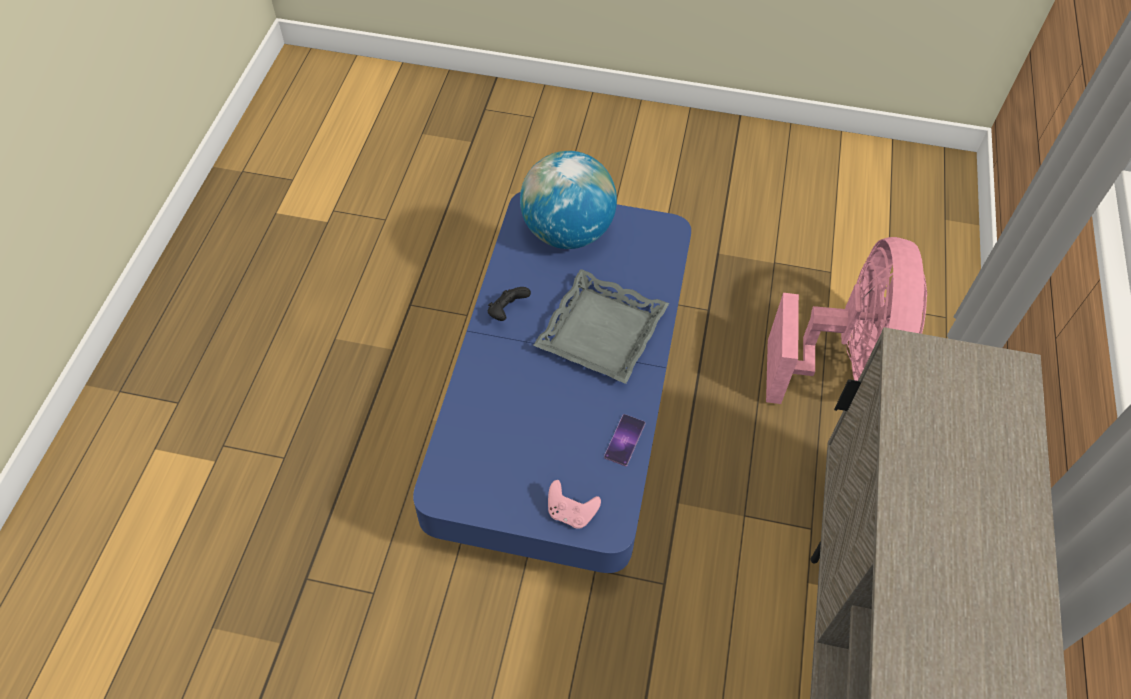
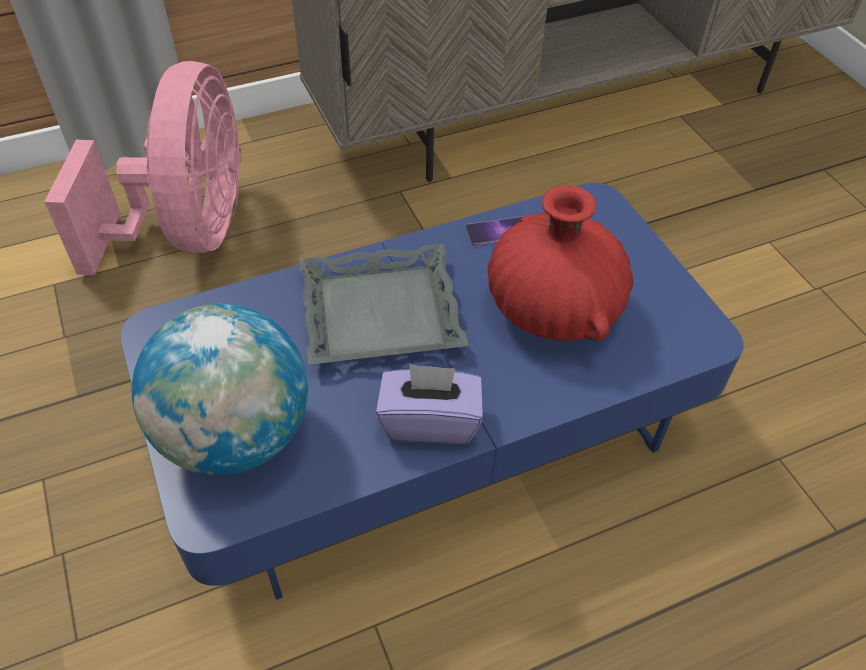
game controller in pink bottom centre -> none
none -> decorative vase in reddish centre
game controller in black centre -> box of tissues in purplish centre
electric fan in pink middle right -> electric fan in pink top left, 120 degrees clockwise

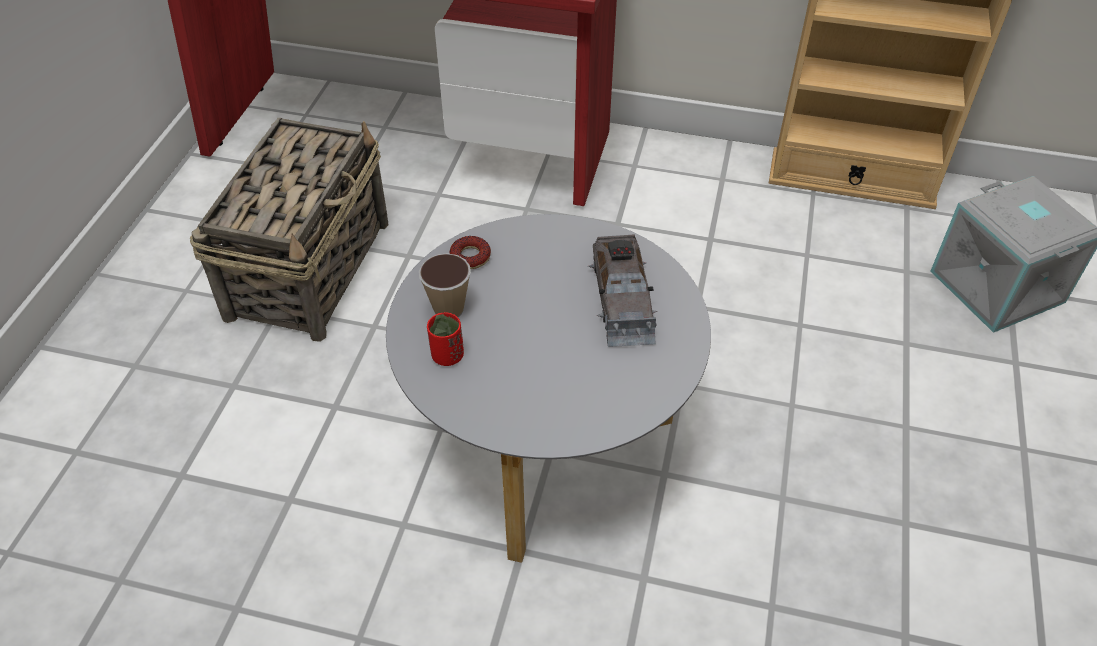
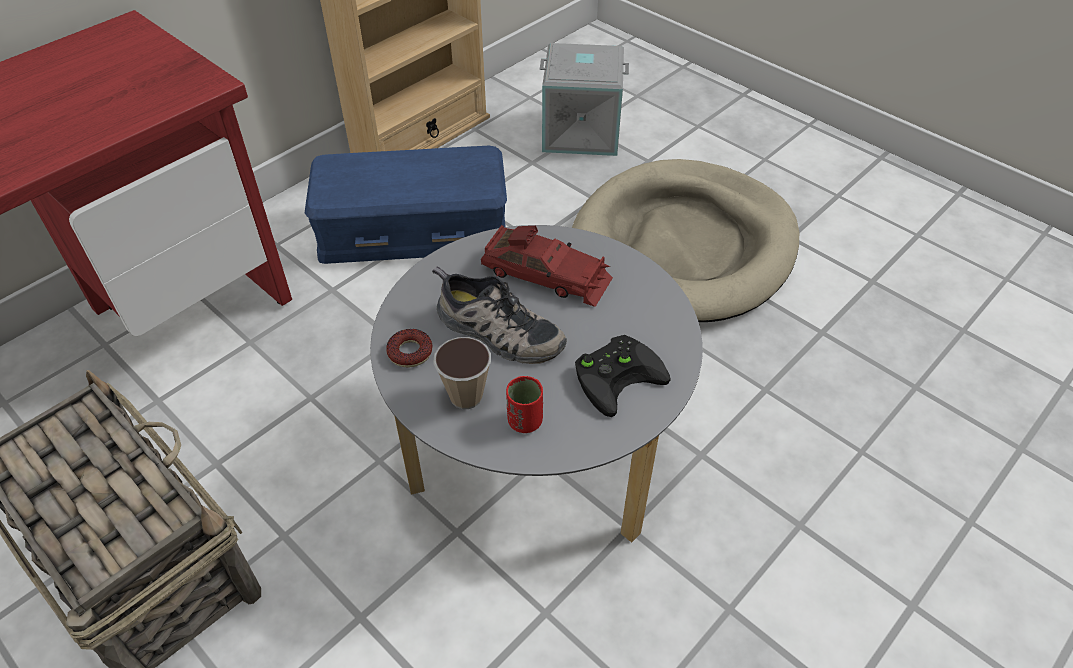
none -> storage container in bluish top centre
none -> shoe centre
none -> dog bed in beige centre
none -> game controller in black centre
miniature car in gray centre -> miniature car in reddish centre

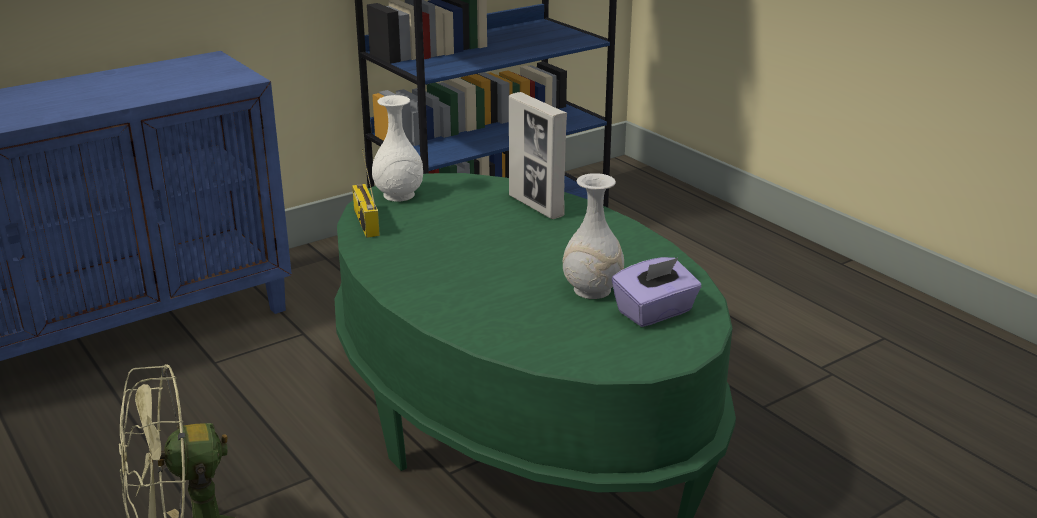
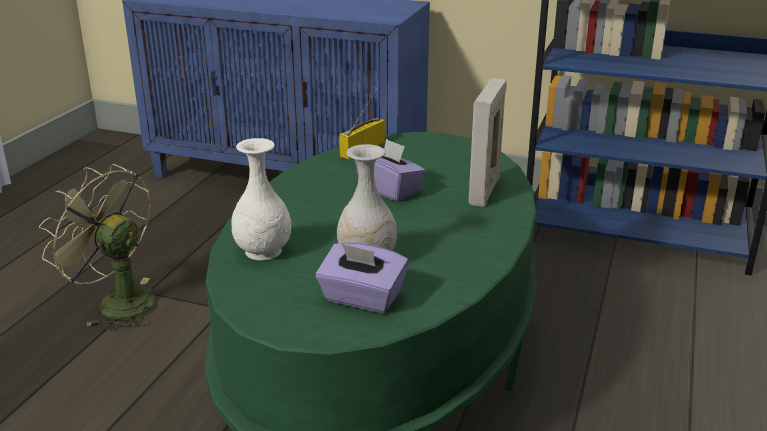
none -> box of tissues in purplish (2nd from left) centre
decorative vase in white (1st from left) top centre -> decorative vase in white (1st from left) centre, move

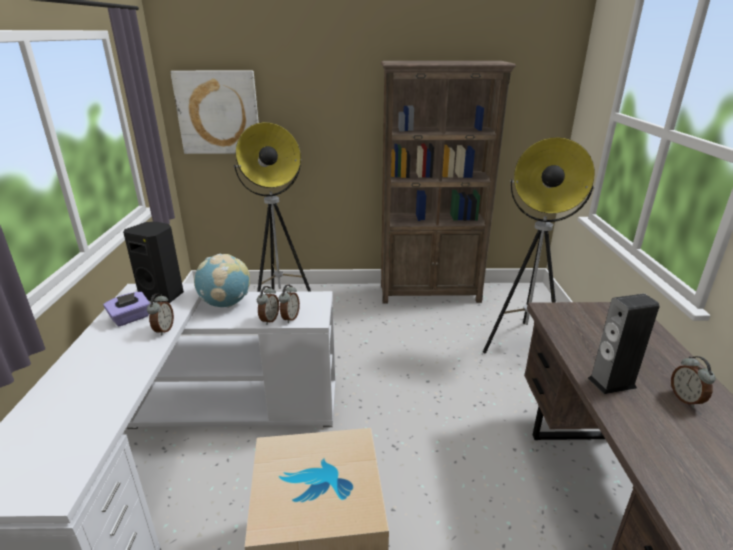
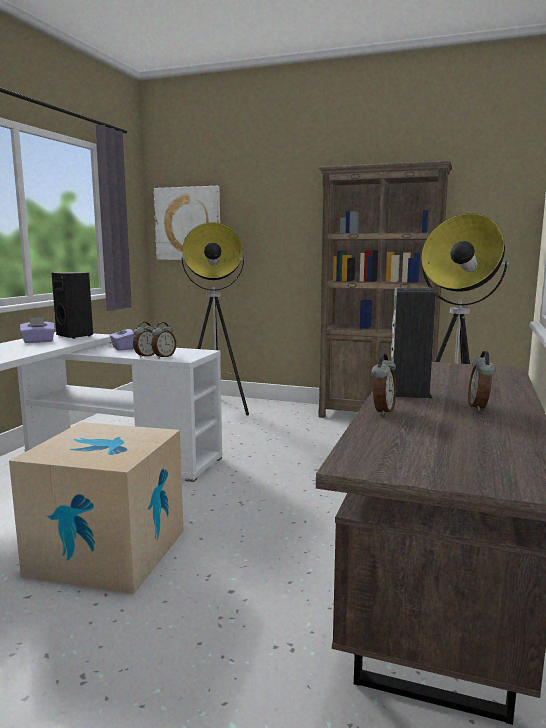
alarm clock (1st from left in the first image) middle left -> alarm clock (3rd from left) middle right, move
globe middle left -> box of tissues in purplish (2nd from left) middle left

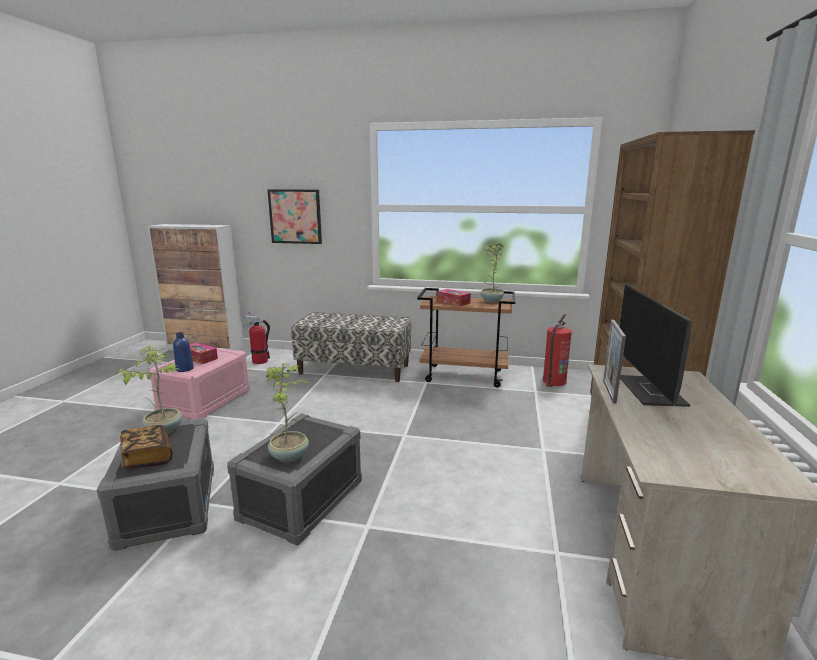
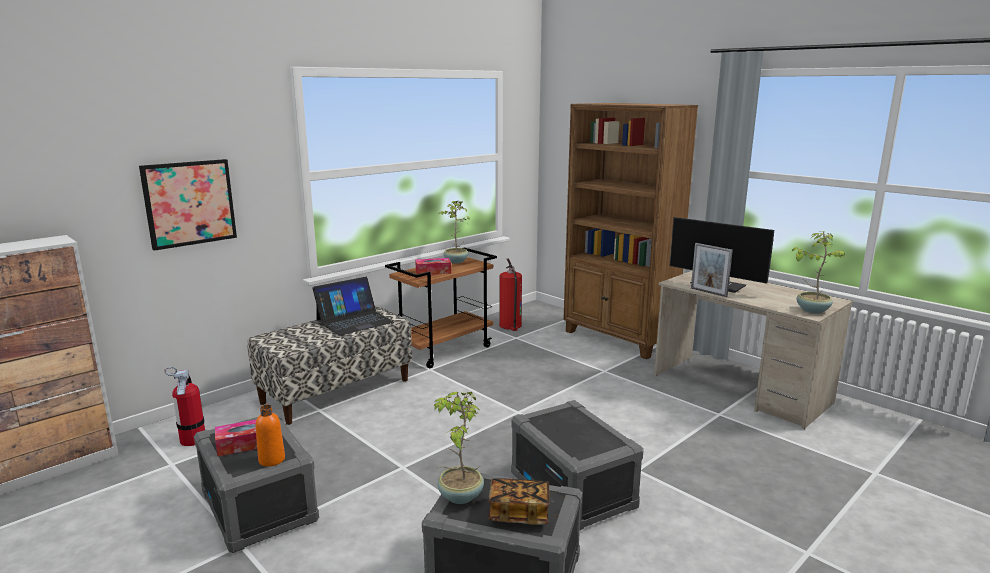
none -> notebook computer centre
potted plant (2nd from left in the first image) centre -> potted plant (3rd from left) middle right, move
storage container in pink middle left -> storage container in gray (1st from left) bottom left
beverage bottle in bluish middle left -> beverage bottle in orangey bottom left

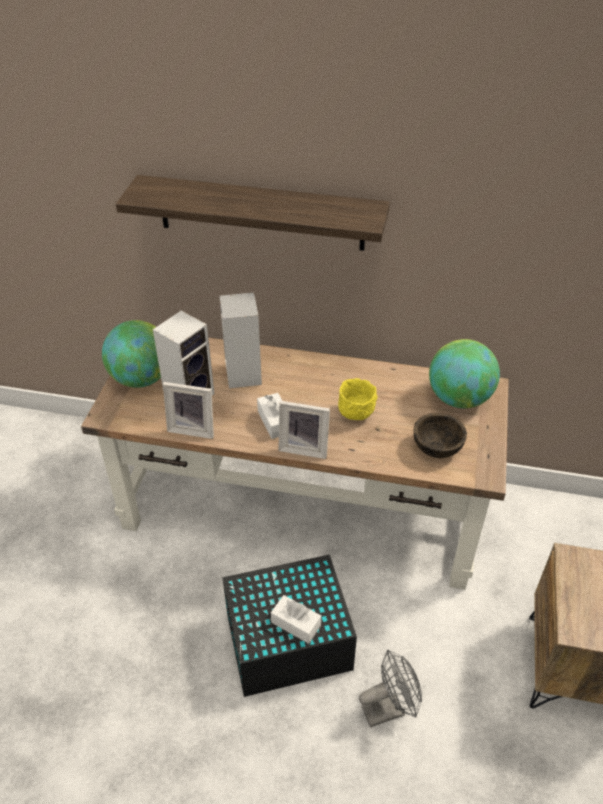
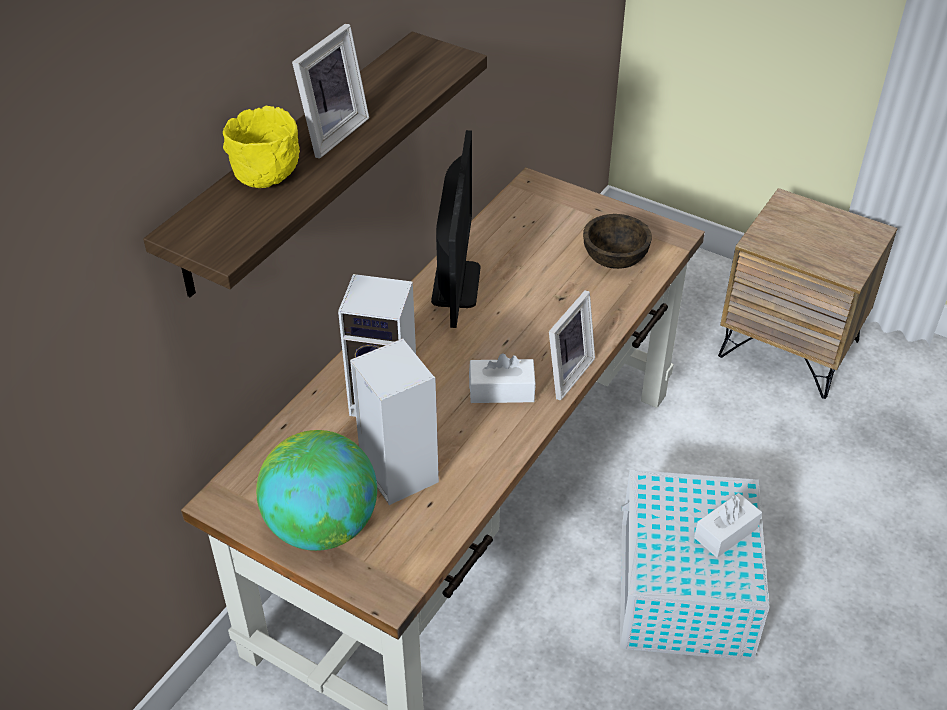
electric fan in gray bottom centre -> none
globe (2nd from left) middle right -> none
none -> computer screen top centre
standing frame (1st from left) middle left -> standing frame (1st from left) top centre, move
bowl in yellow centre -> bowl in yellow top left, move
storage container in black bottom centre -> storage container in white bottom right

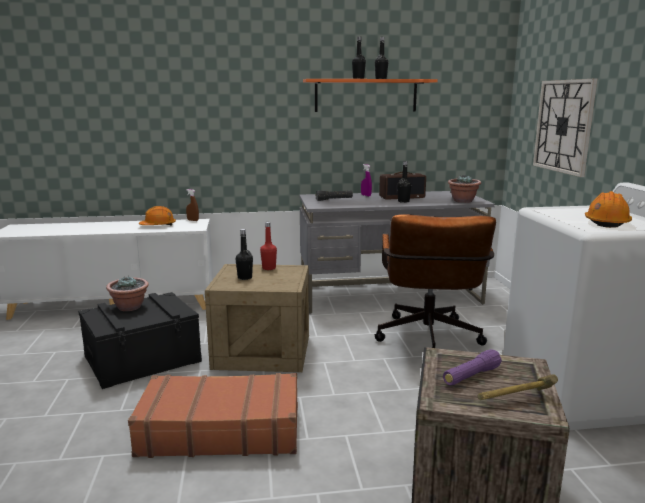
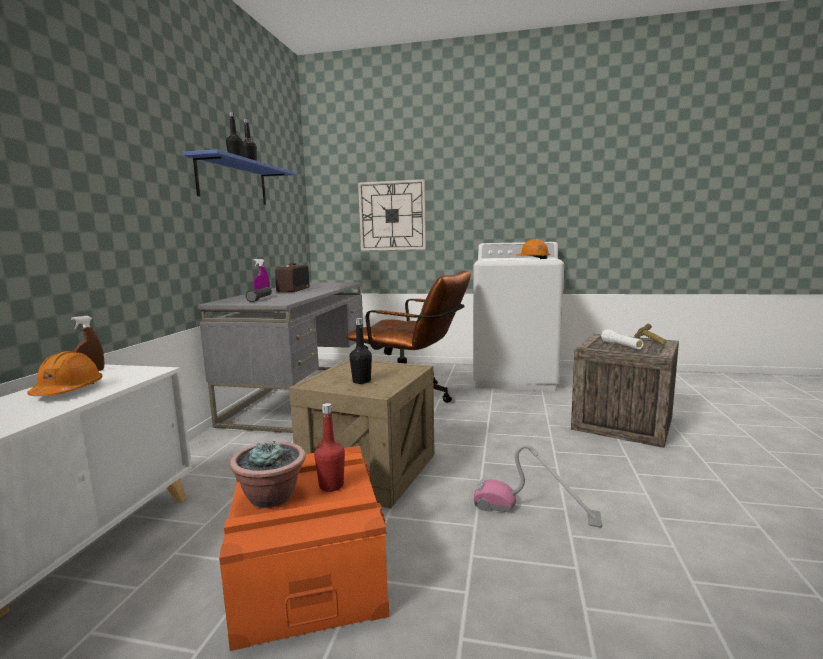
beverage bottle in black (4th from left) centre -> none
potted plant (2nd from left) middle right -> none
beverage bottle in reddish centre -> beverage bottle in reddish bottom centre, move
suitcase in brownish bottom left -> vacuum bottom centre
storage container in black bottom left -> storage container in orangey bottom centre
wall shelf in orangey top centre -> wall shelf in bluish top left
flashlight in purplish bottom right -> flashlight in white middle right

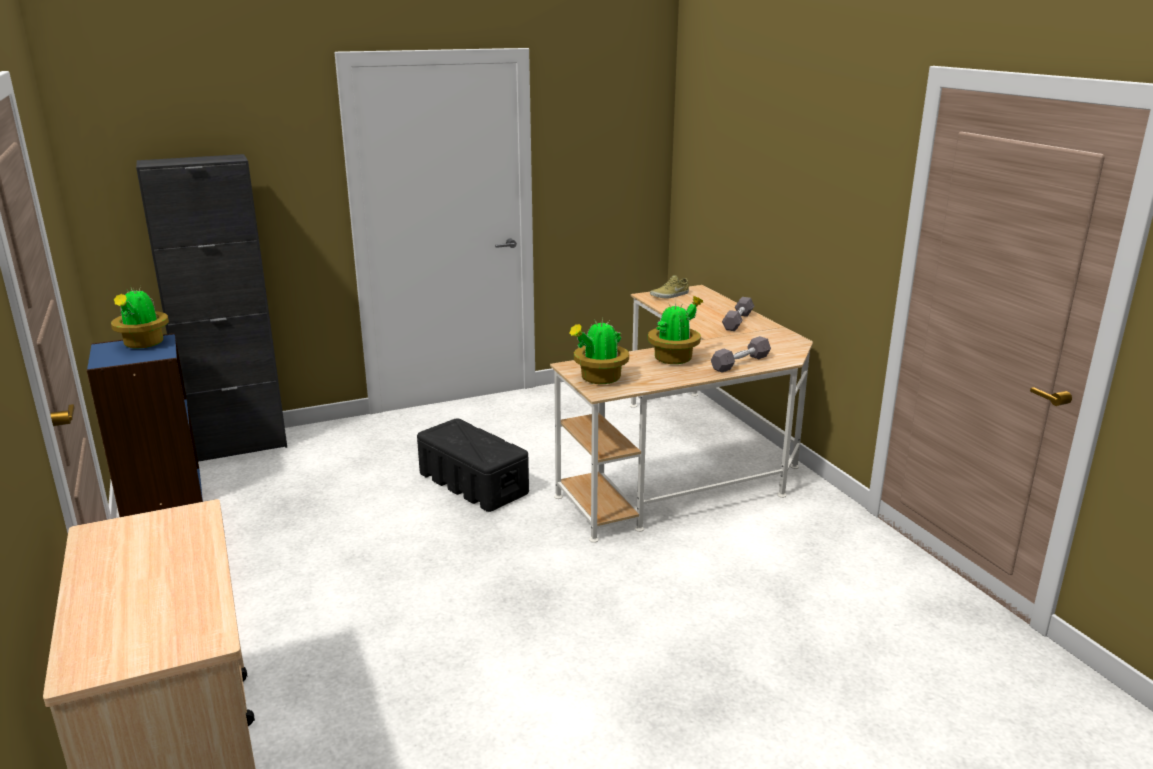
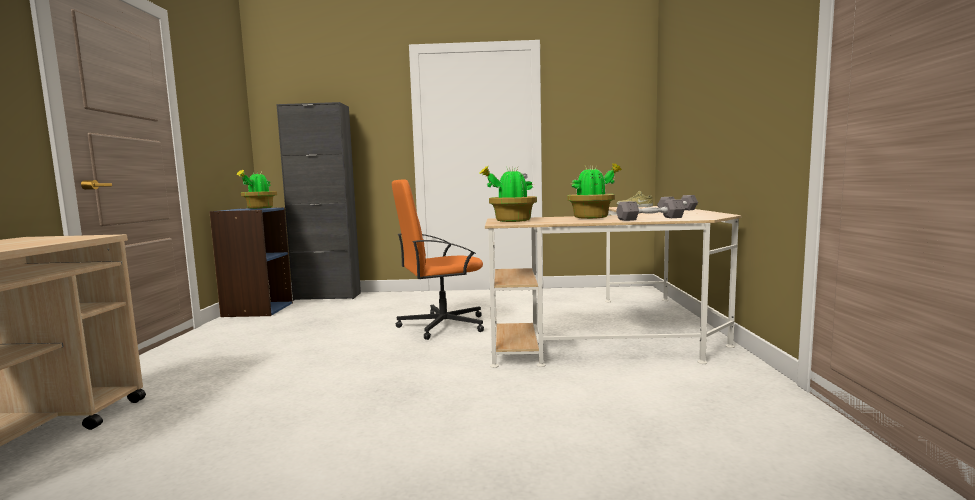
storage container in black centre -> desk chair in orangey centre

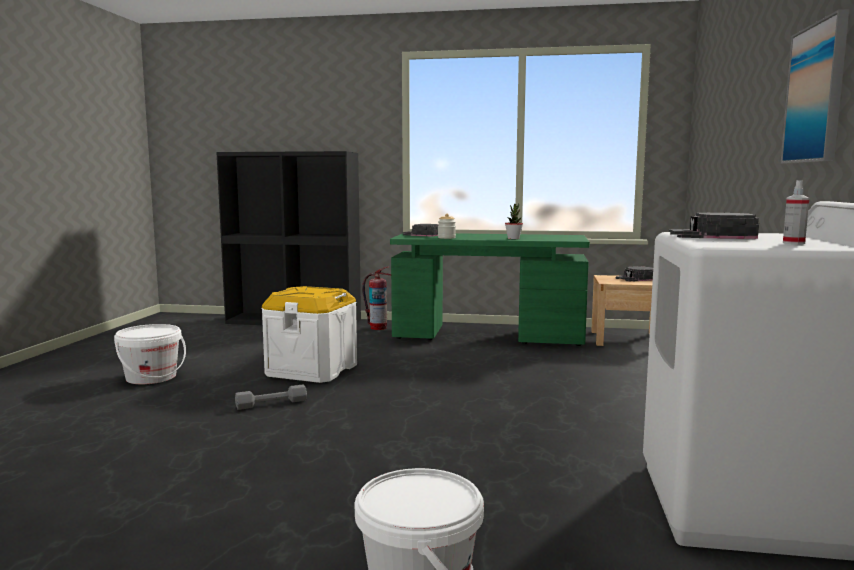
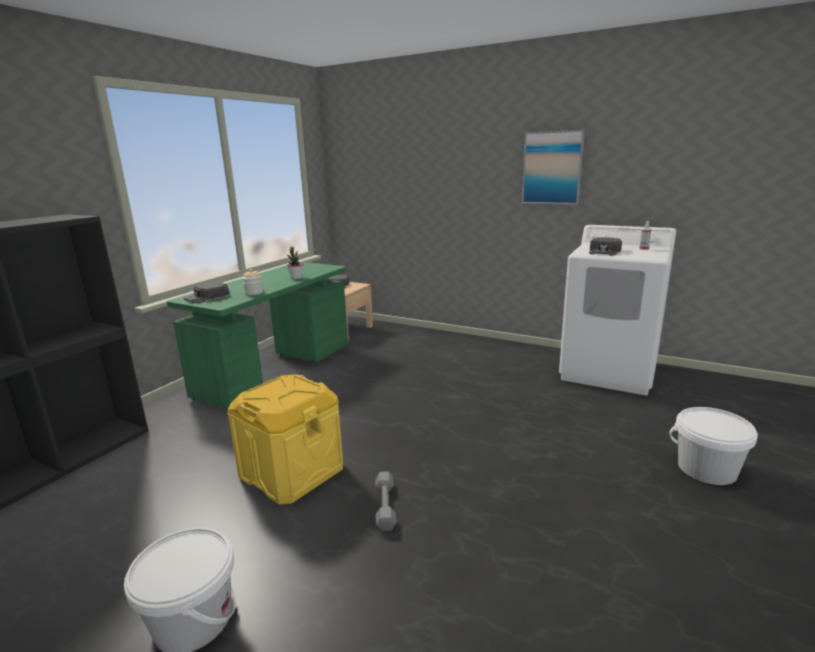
extinguisher centre -> none
storage container in white centre -> storage container in yellow bottom centre

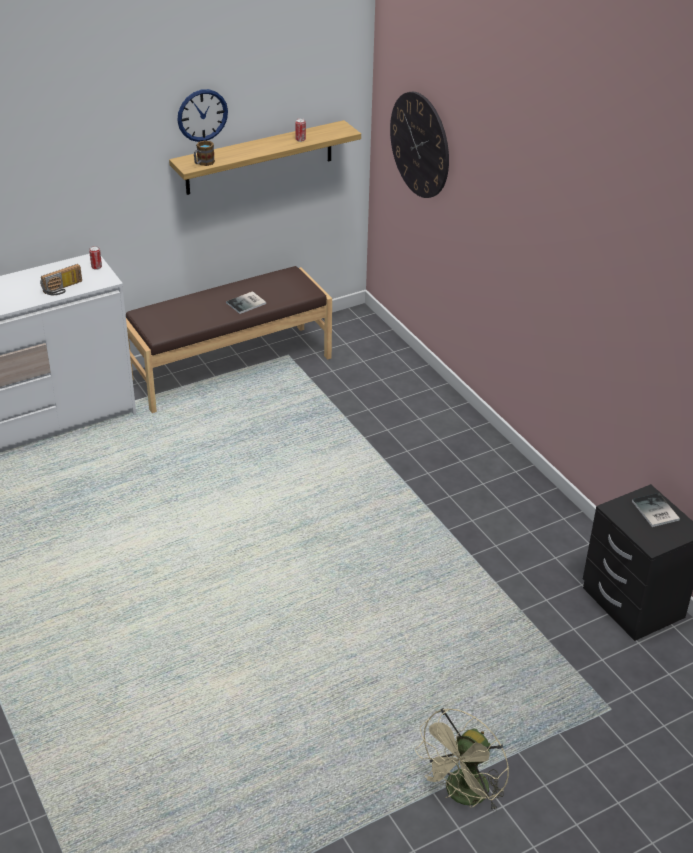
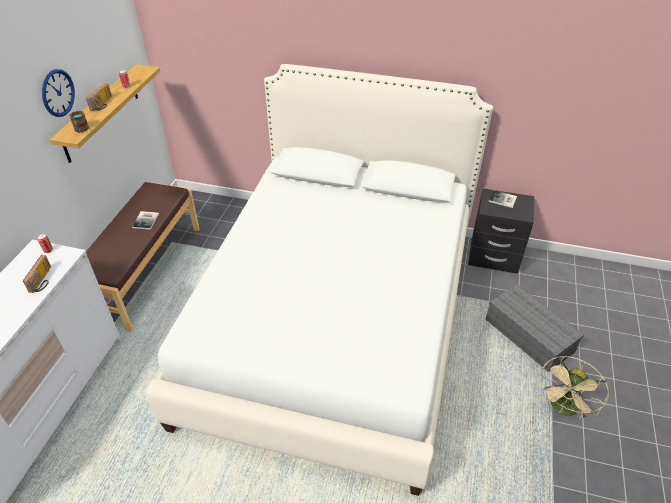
wall clock (2nd from left) top centre -> none
none -> radio (2nd from left) top left
none -> bed in white centre
none -> storage container in gray middle right
electric fan in beige bottom right, 45 degrees clockwise

